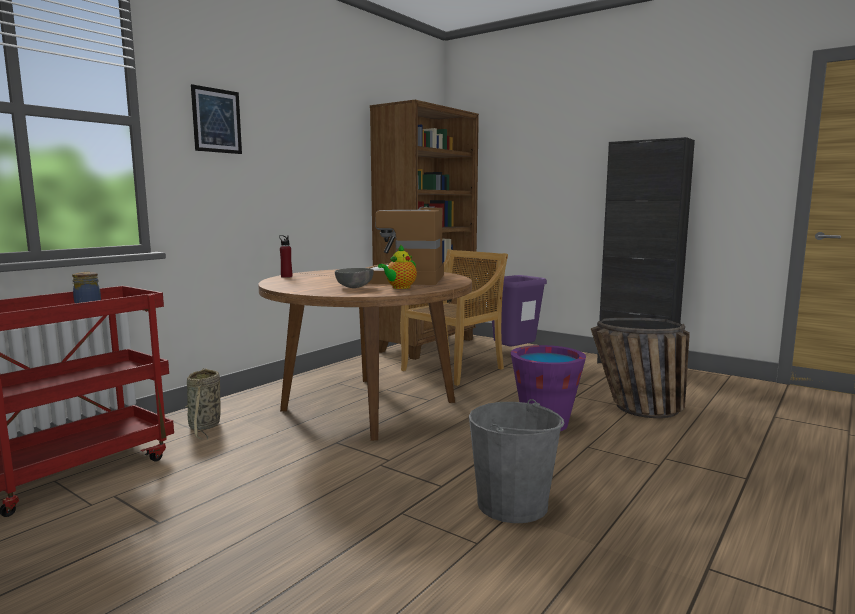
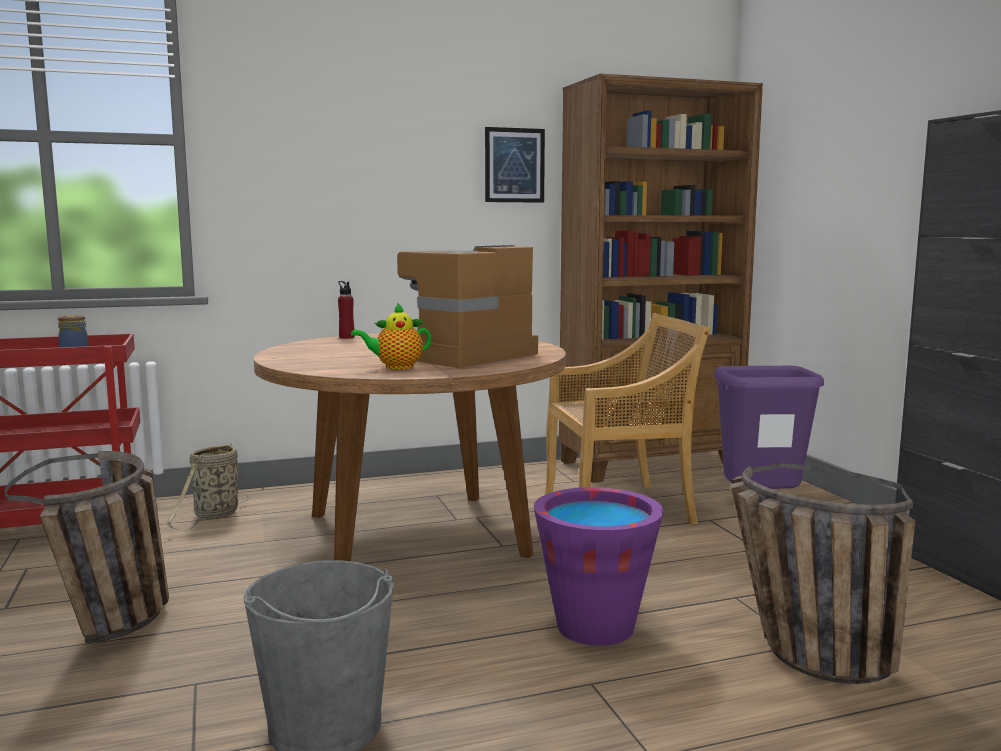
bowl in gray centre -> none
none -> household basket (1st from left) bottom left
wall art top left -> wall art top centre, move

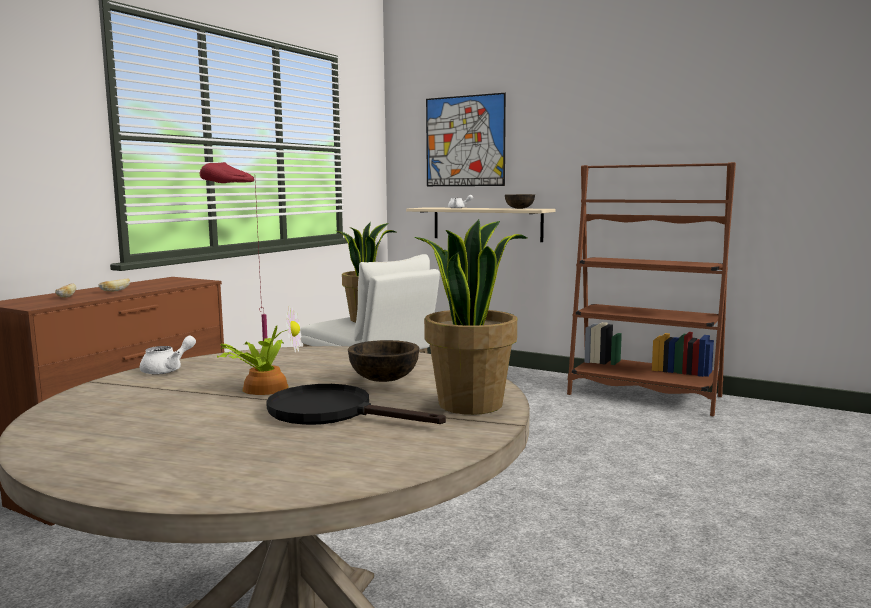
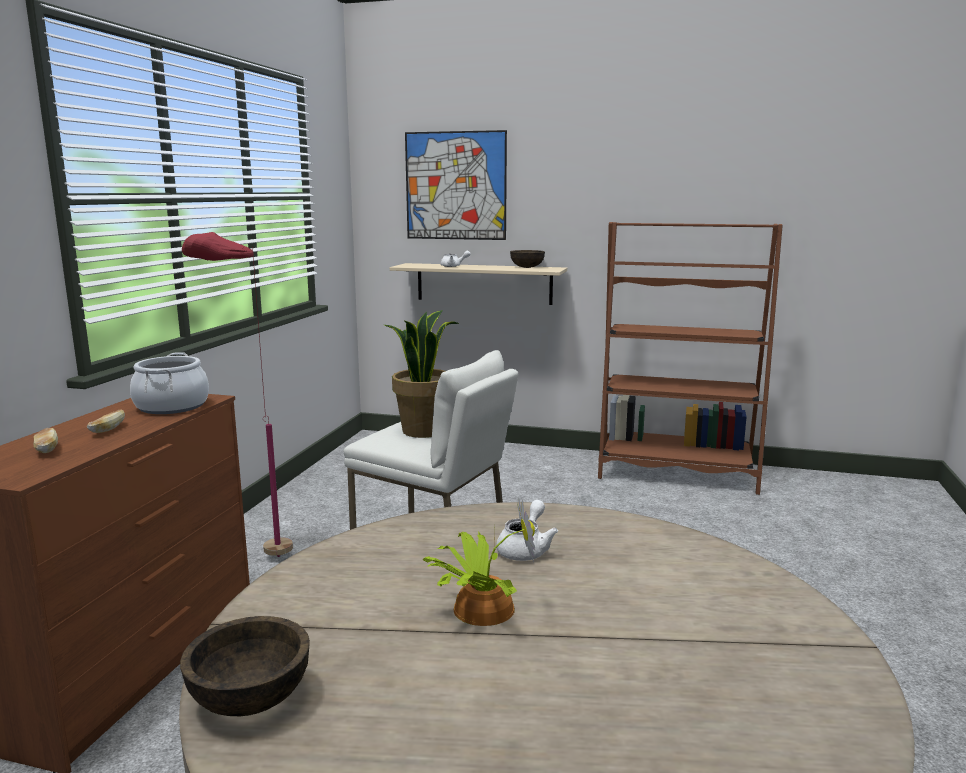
frying pan in black centre -> none
potted plant (3rd from left) centre -> none
none -> saucepot middle left
teapot in white (1st from left in the first image) middle left -> teapot in white (2nd from left) bottom centre, move
bowl in brownish (1st from left) centre -> bowl in brownish (1st from left) bottom left, move

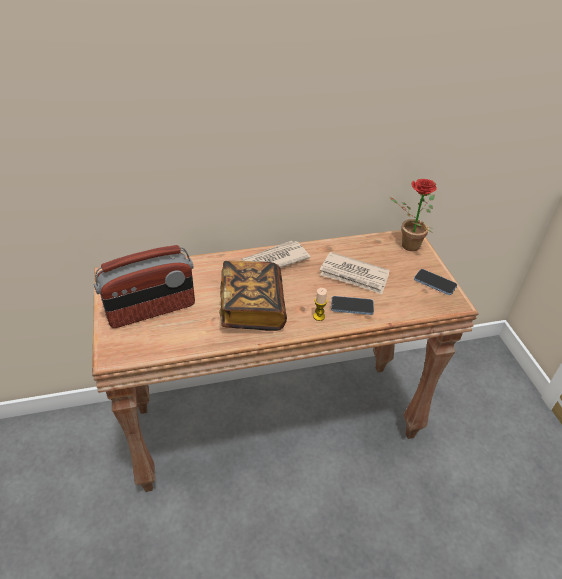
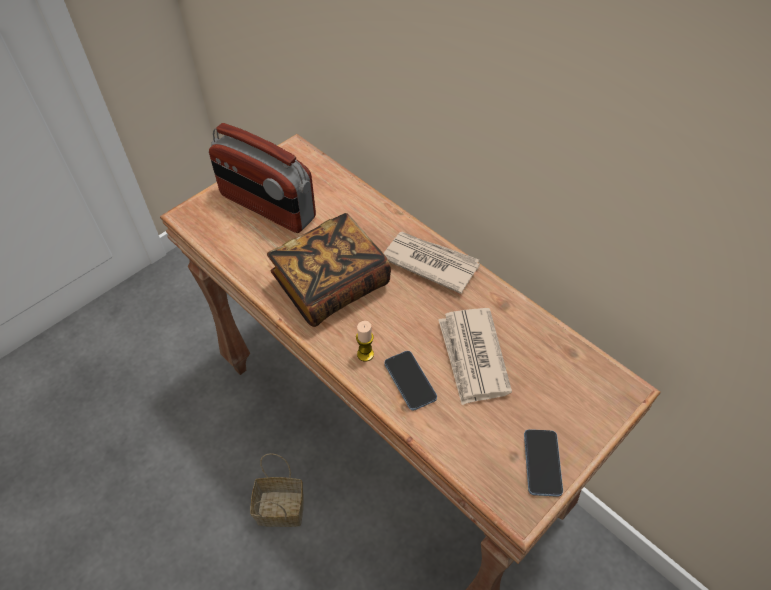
potted plant middle right -> none
none -> household basket bottom centre

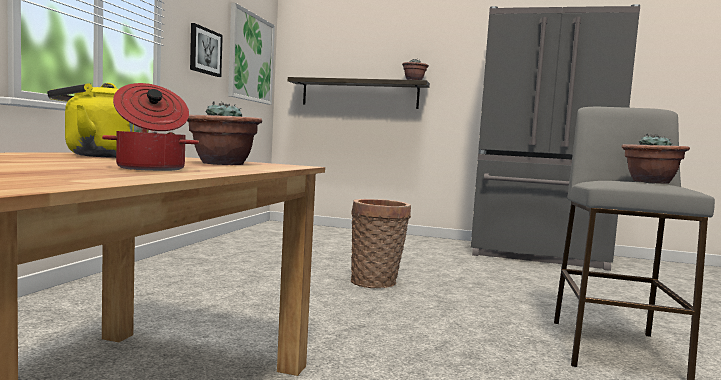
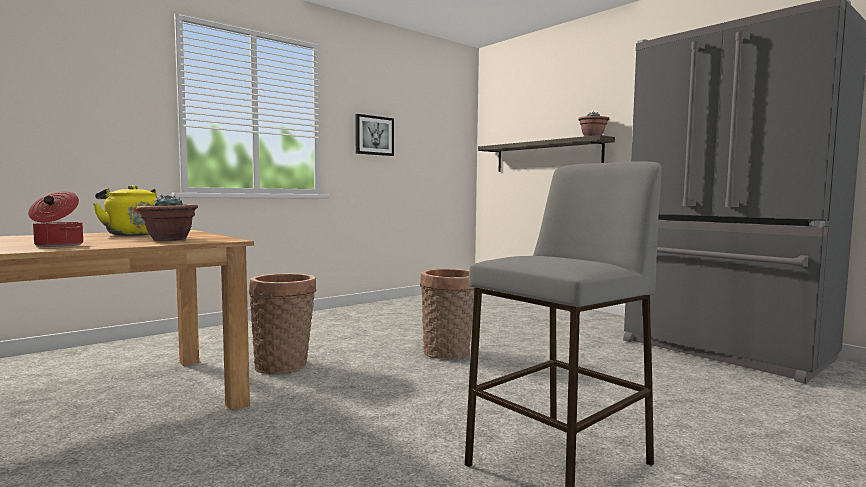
wall art (2nd from left) top centre -> none
potted plant (3rd from left) middle right -> none
none -> household basket (1st from left) middle left

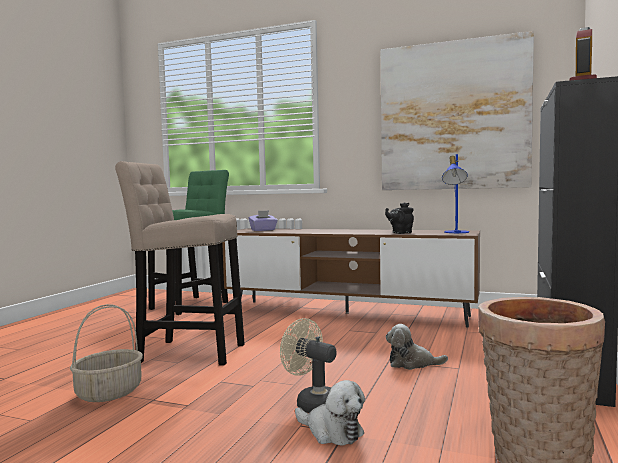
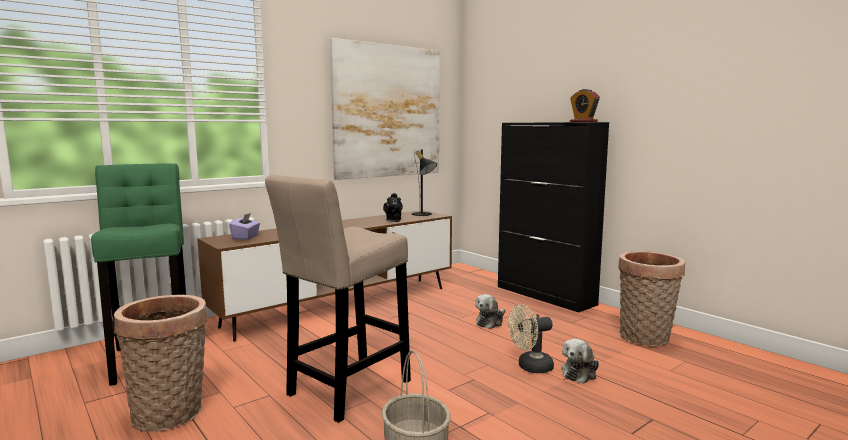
none -> household basket (1st from left) bottom left
lamp for a table in bluish middle right -> lamp for a table in black centre
plush toy (1st from left in the first image) bottom centre -> plush toy (2nd from left) bottom right, 150 degrees clockwise

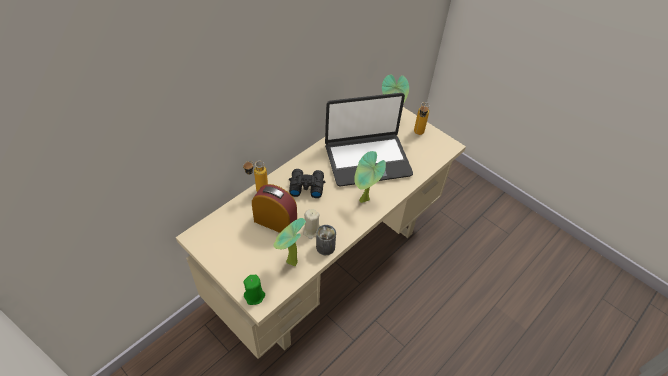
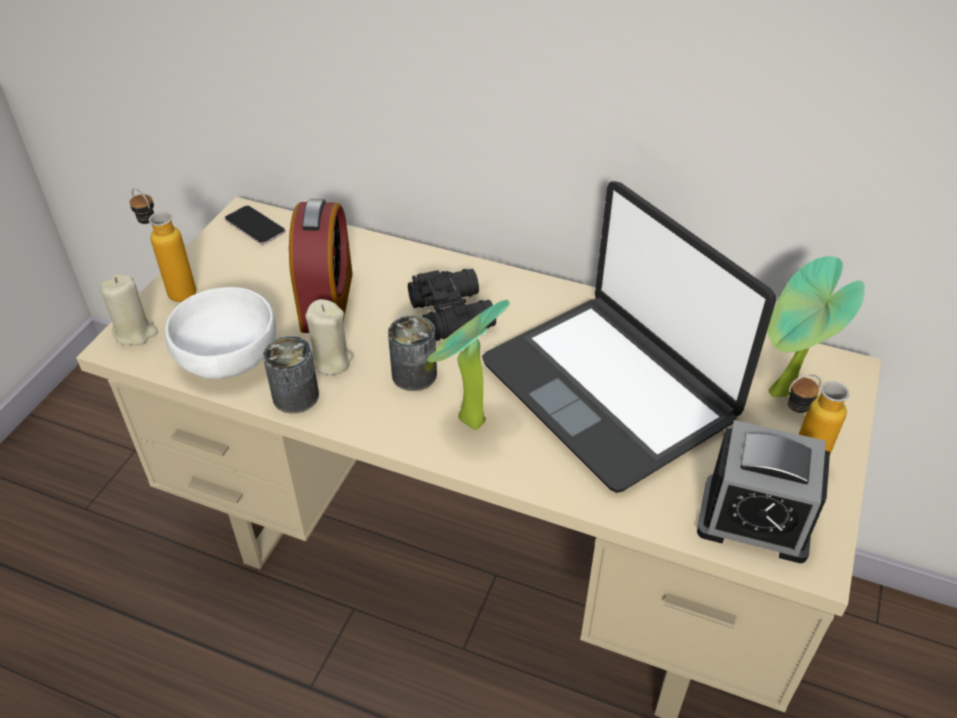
none -> telephone top left
none -> metal can (2nd from left) centre
none -> alarm clock (2nd from left) bottom right
beverage bottle (1st from left) centre -> beverage bottle (1st from left) middle left, move
potted plant (1st from left) centre -> bowl in white middle left
candle in green-coloured bottom centre -> candle in beige (1st from left) middle left

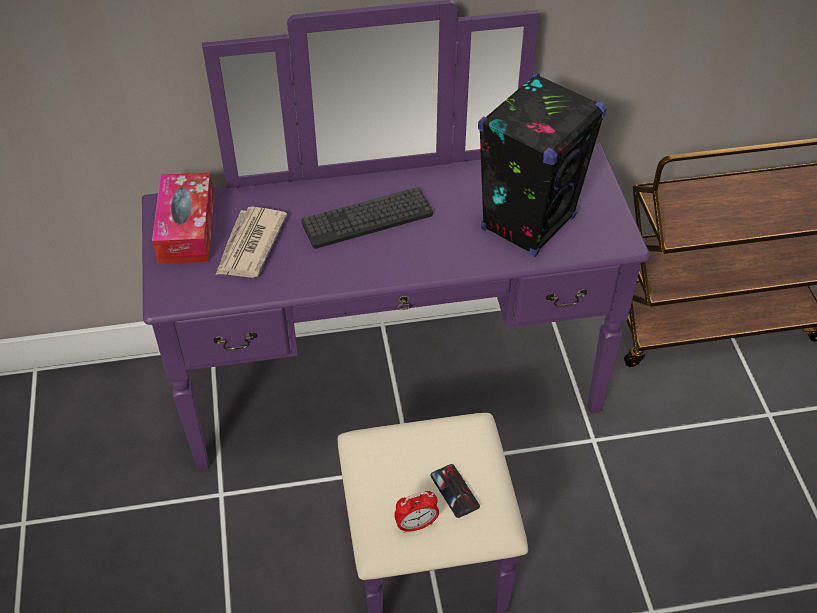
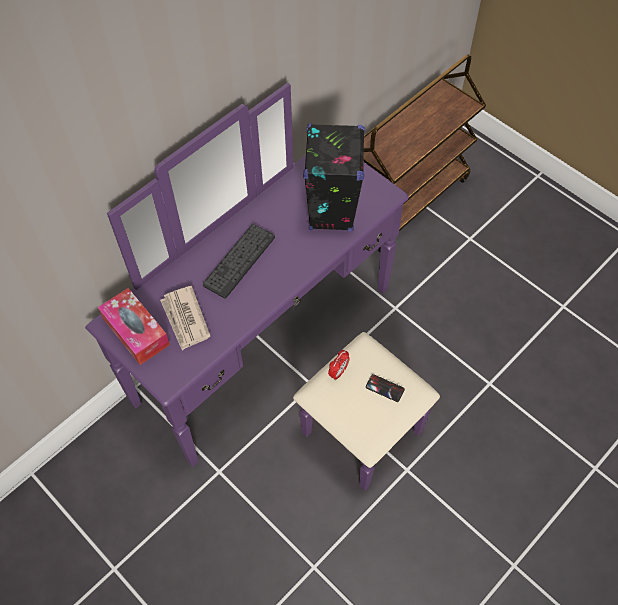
alarm clock bottom centre -> alarm clock centre, move

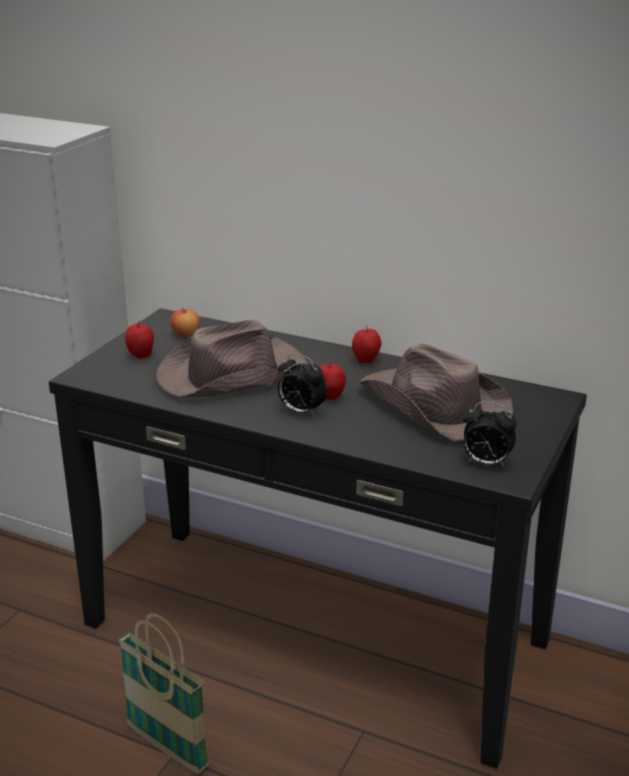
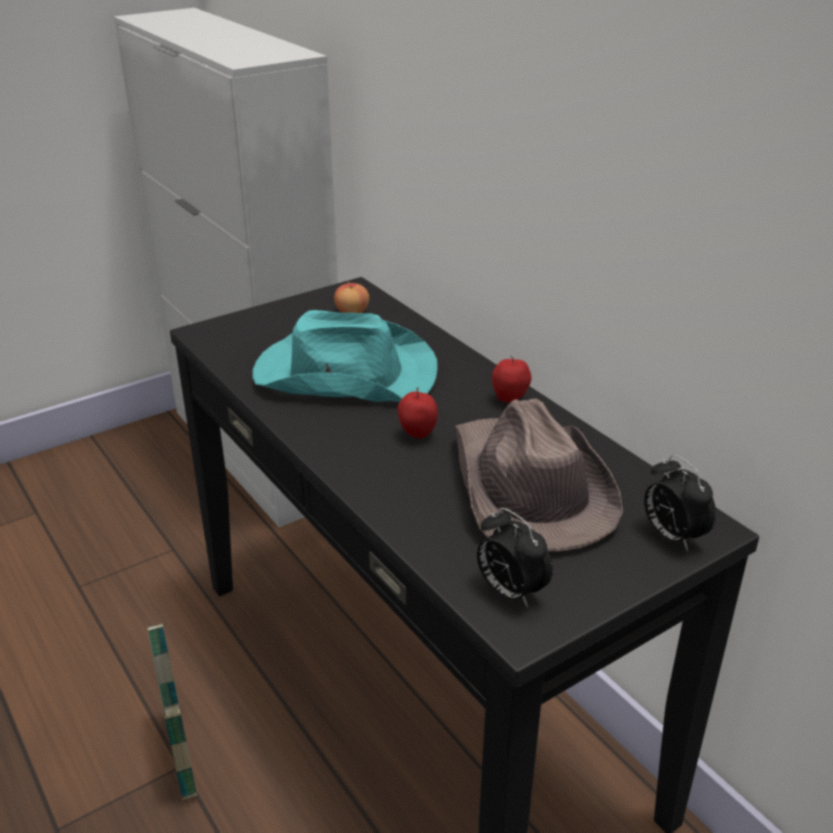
apple fruit (1st from left) middle left -> none
alarm clock (1st from left in the first image) centre -> alarm clock (2nd from left) middle right, move
clothing hat in brownish (1st from left) centre -> clothing hat in turquoise centre

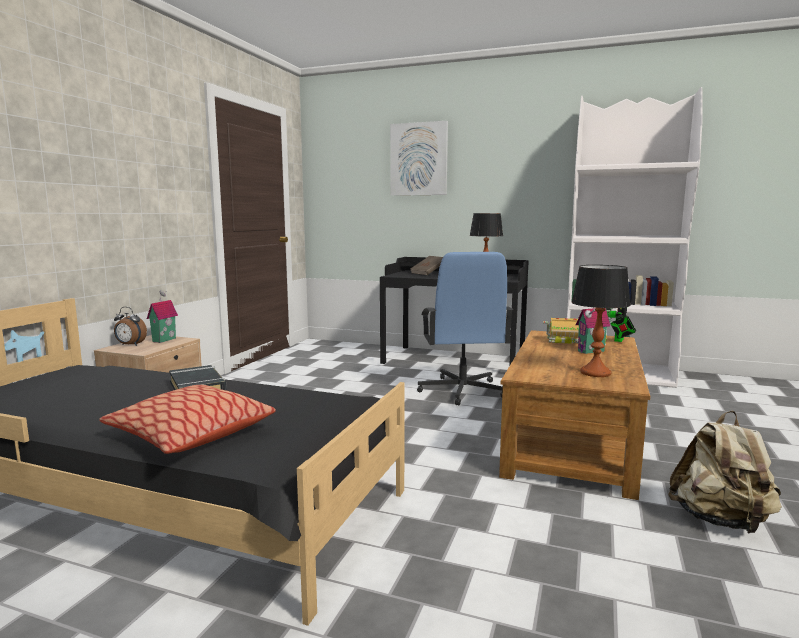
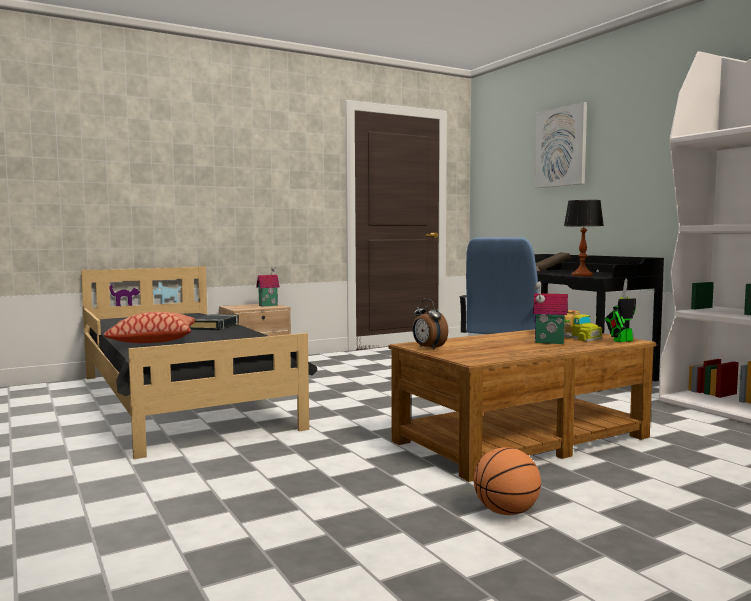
lamp for a table (2nd from left) middle right -> none
alarm clock middle left -> alarm clock centre, move
rucksack in beige bottom right -> ball for basketball bottom right

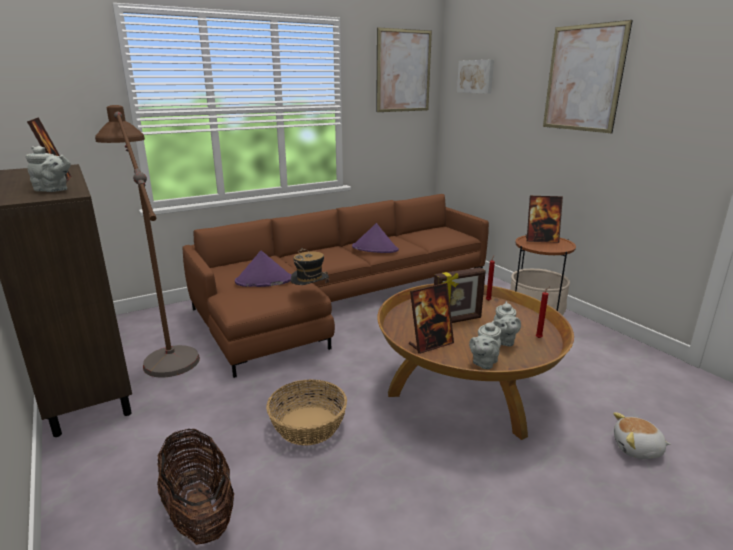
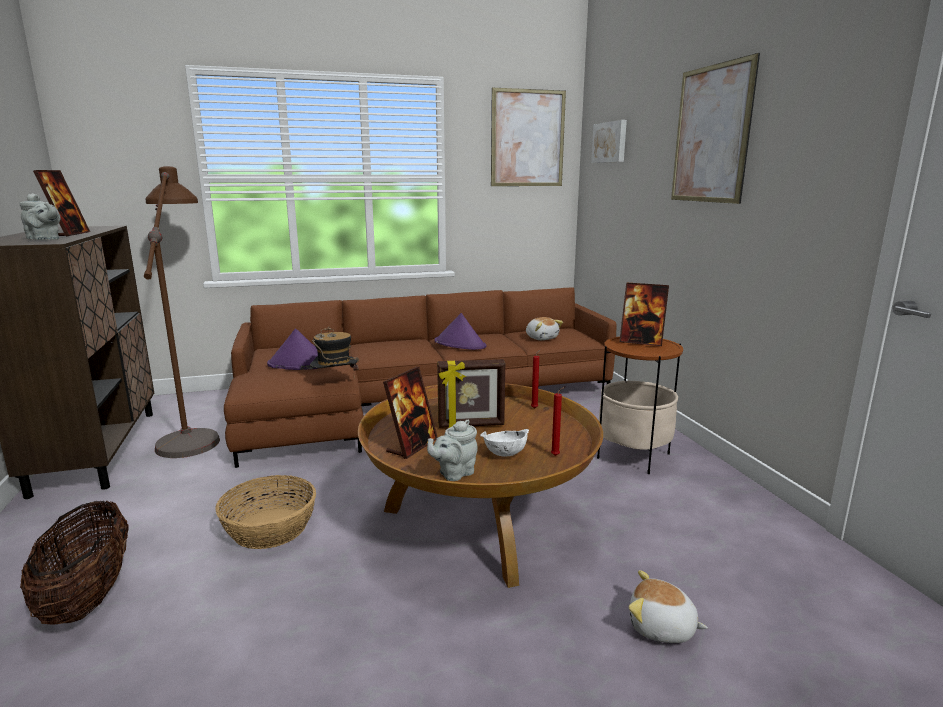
none -> plush toy (1st from left) centre
teapot in gray (3rd from left) middle right -> bowl in white centre
standing frame (2nd from left) centre, 45 degrees counterclockwise

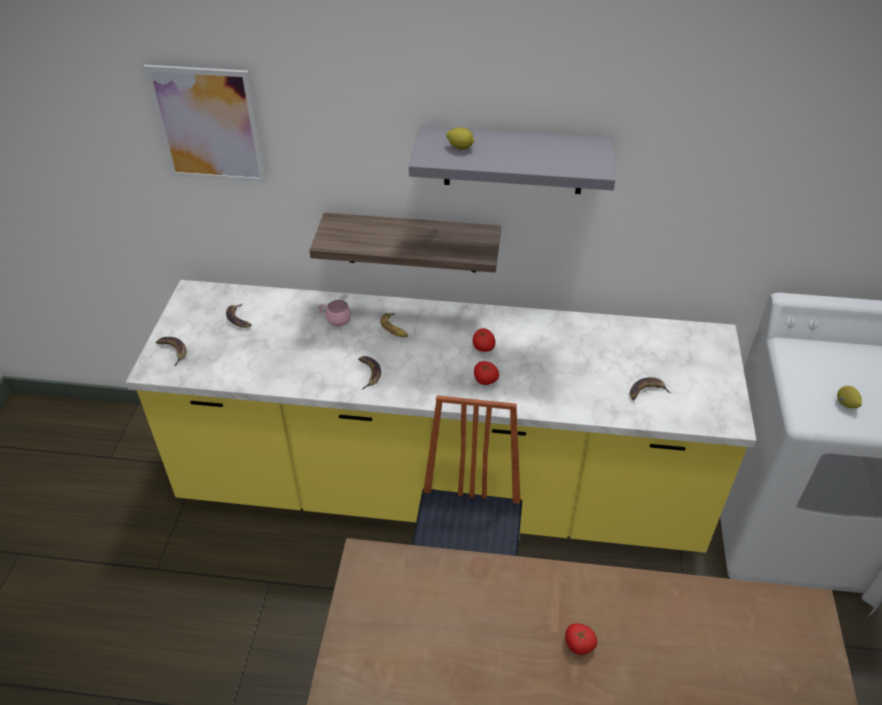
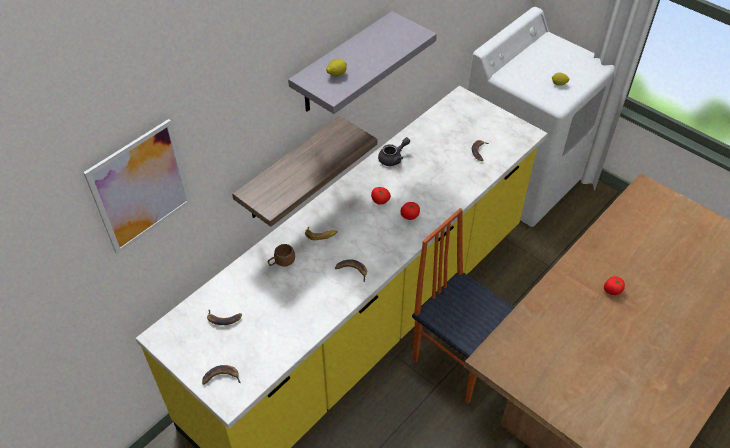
none -> teapot in gray centre
tea mug in pink centre -> tea mug in brownish centre

